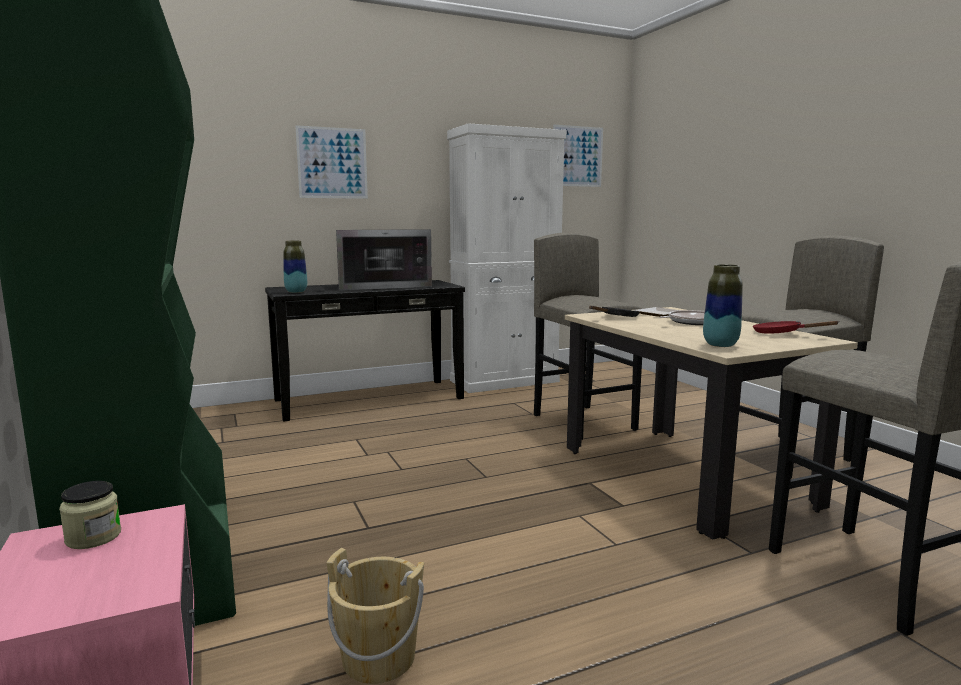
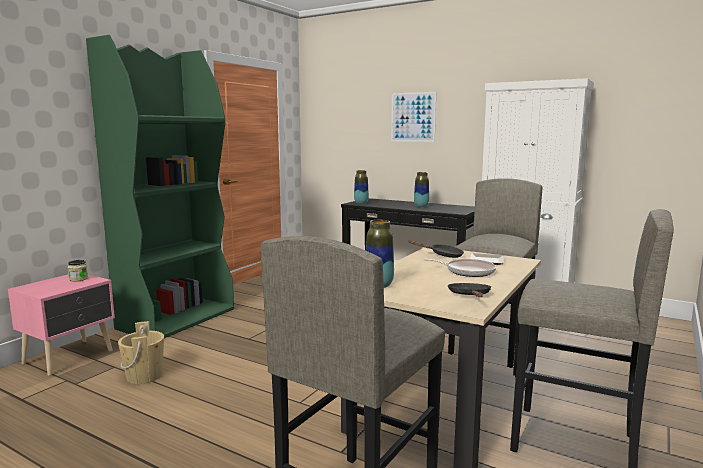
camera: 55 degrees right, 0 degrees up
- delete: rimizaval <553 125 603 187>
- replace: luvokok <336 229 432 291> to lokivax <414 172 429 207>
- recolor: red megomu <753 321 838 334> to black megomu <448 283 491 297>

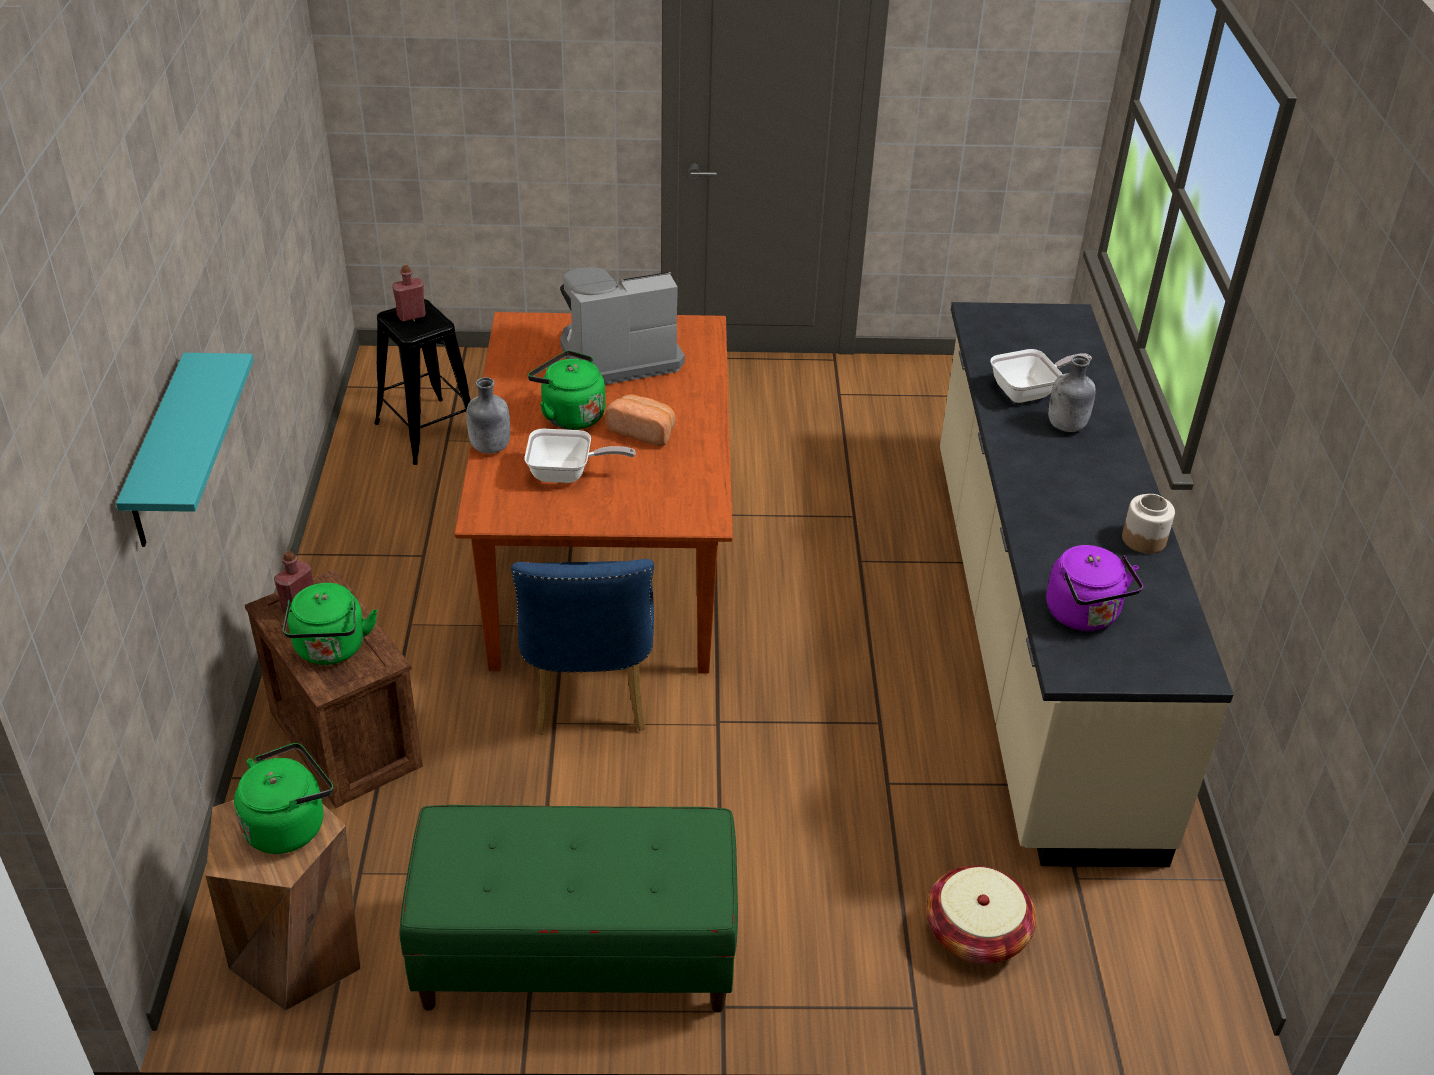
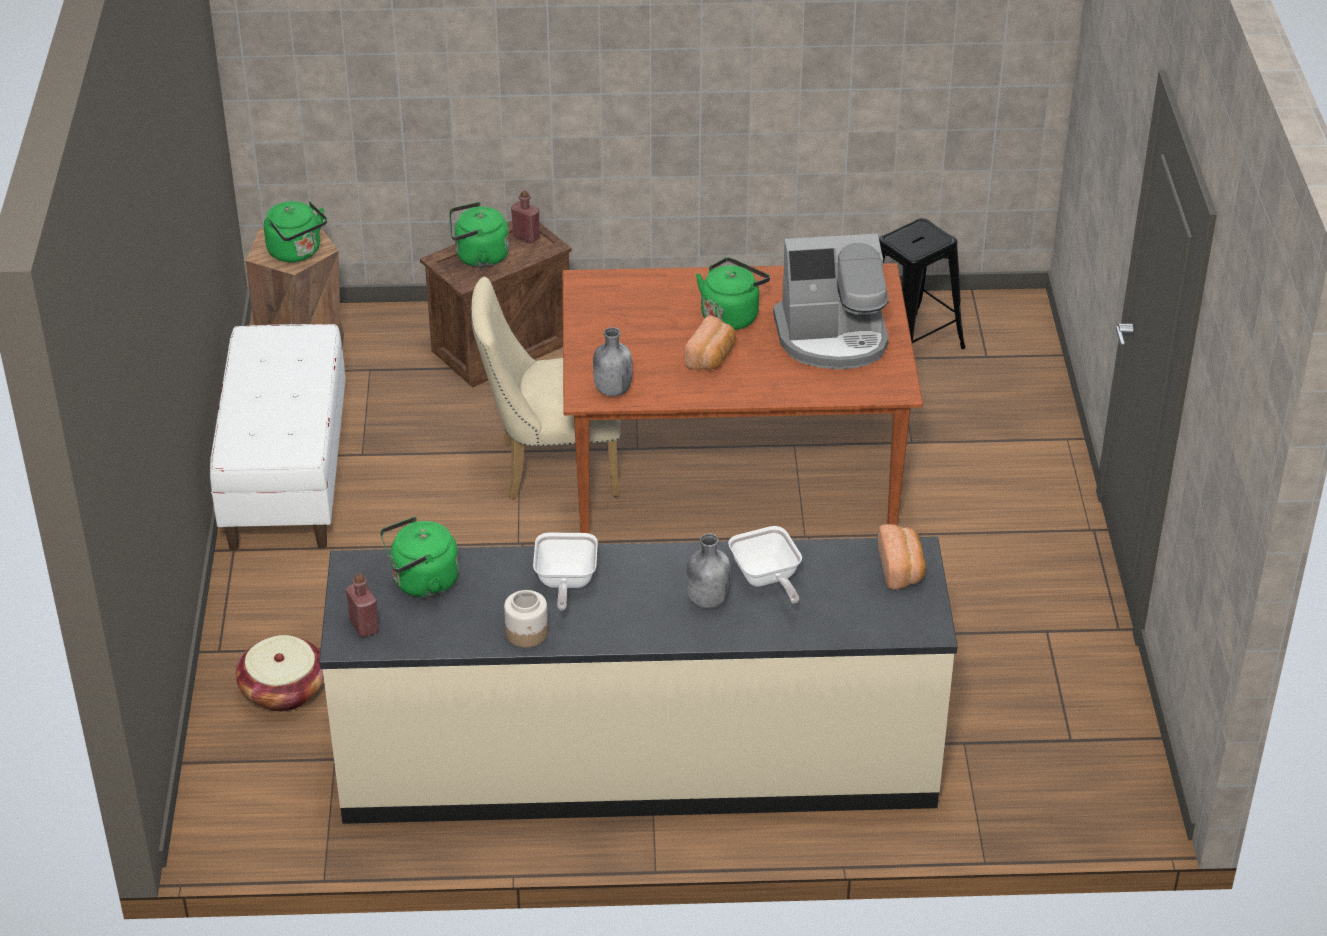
camera: 90 degrees right, 0 degrees up
- delete: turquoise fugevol <116 353 254 547>
- insert: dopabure <878 524 926 590>
- move: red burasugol <392 265 426 322> to <346 573 379 637>
- move: grey burasugol <466 377 510 454> to <593 327 632 396>
- move: megomu <524 429 636 483> to <533 532 598 611>
- recolor: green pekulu <399 805 738 1012> to white pekulu <210 324 346 551>
- recolor: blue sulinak <511 559 654 735> to beige sulinak <471 277 621 500>
- recolor: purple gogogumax <1046 545 1143 631> to green gogogumax <380 517 459 597>
- rotate: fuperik <560 267 685 385> = <773 234 889 369> 105 degrees clockwise

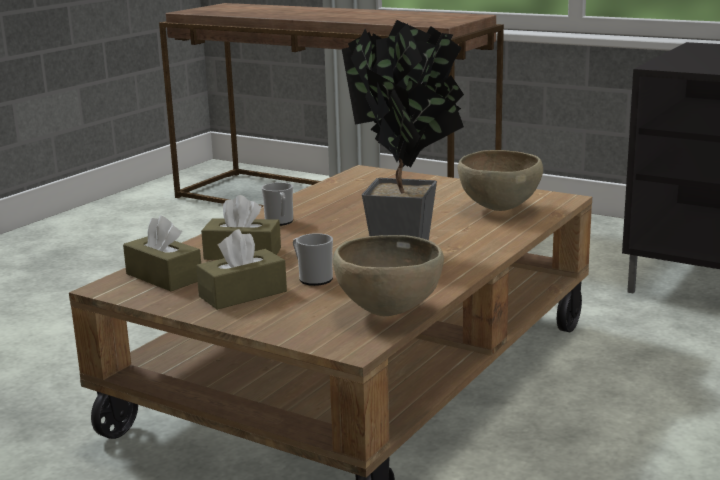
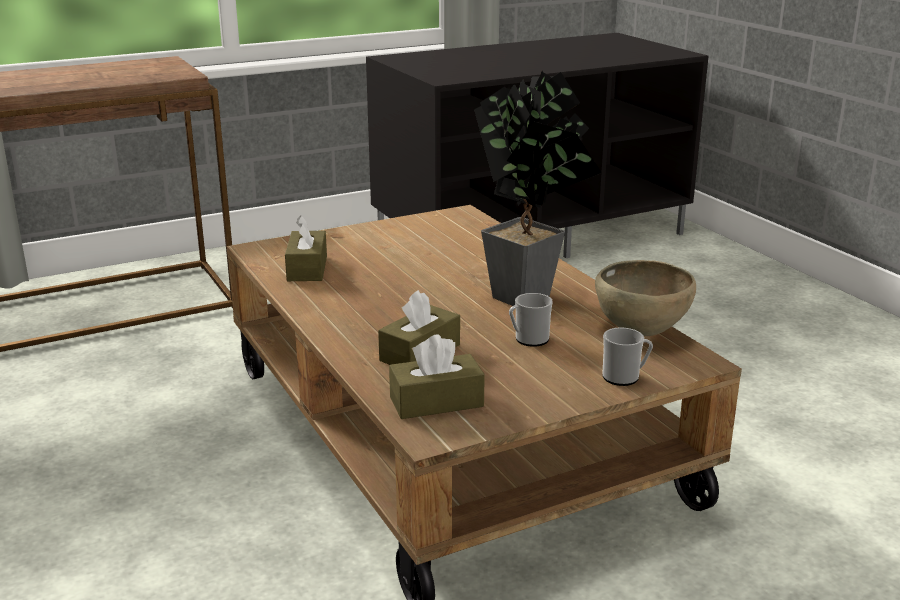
camera: 60 degrees left, 5 degrees up
- delete: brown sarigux <458 150 543 211>
- move: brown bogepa <196 229 287 310> to <285 216 327 281>
- move: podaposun <261 182 293 226> to <602 328 653 386>

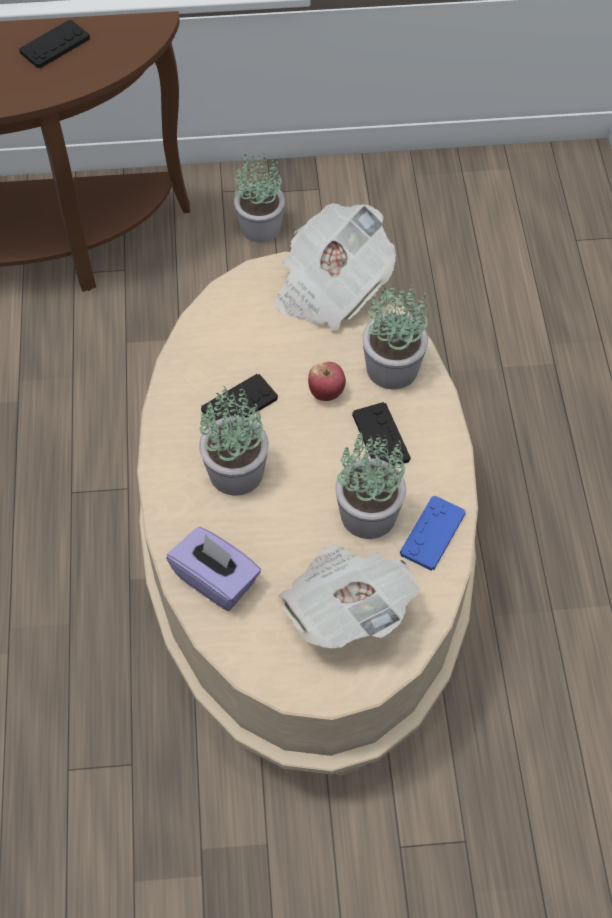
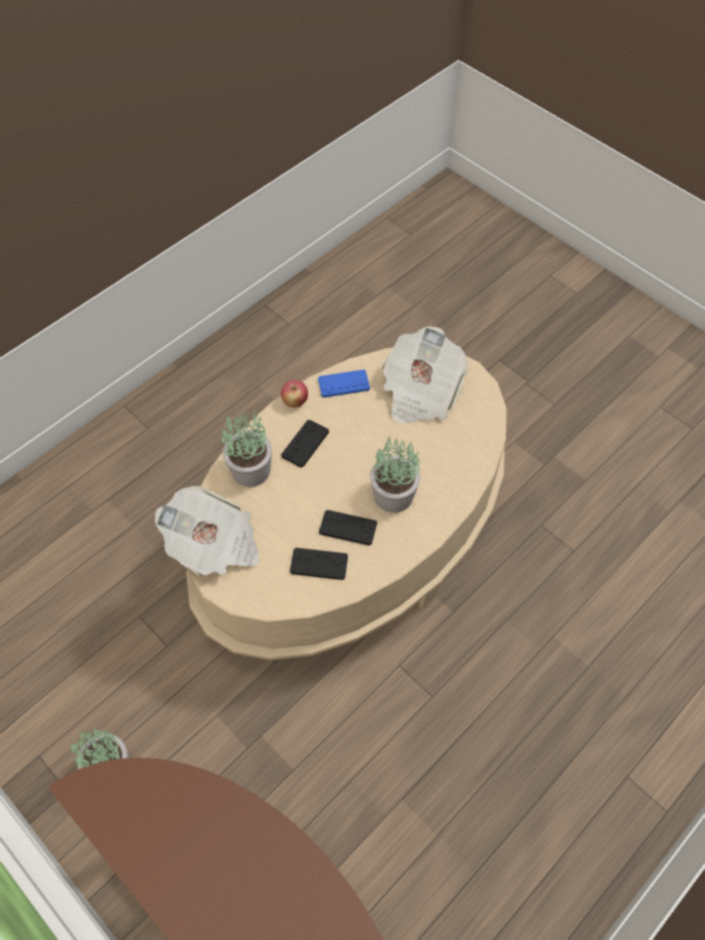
camera: 130 degrees left, 0 degrees up
- delete: purple bogepa <166 527 261 611>
- delete: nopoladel <335 431 406 539>
- move: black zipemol <19 20 90 68> to <290 548 348 580>
- move: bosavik <308 362 346 401> to <281 380 308 408>

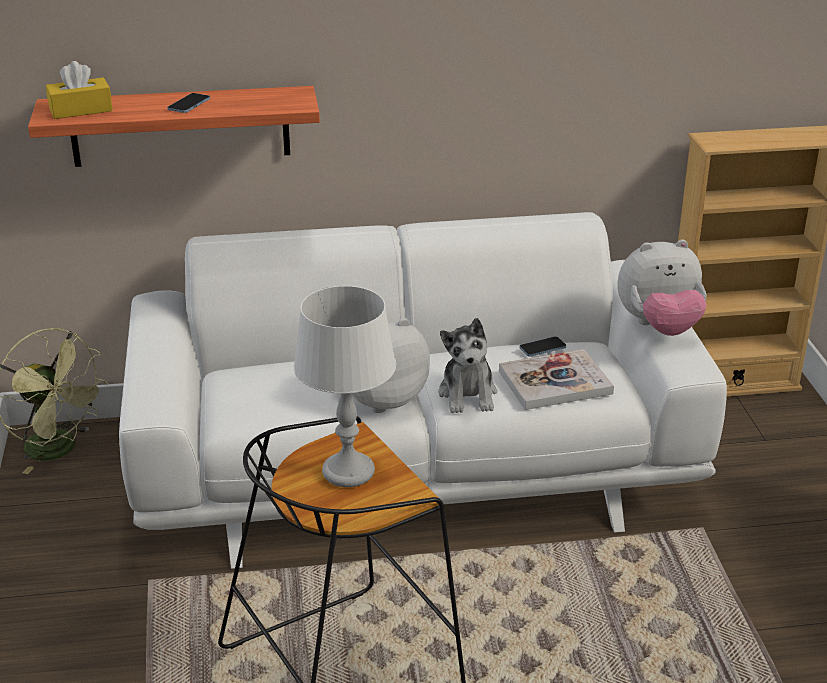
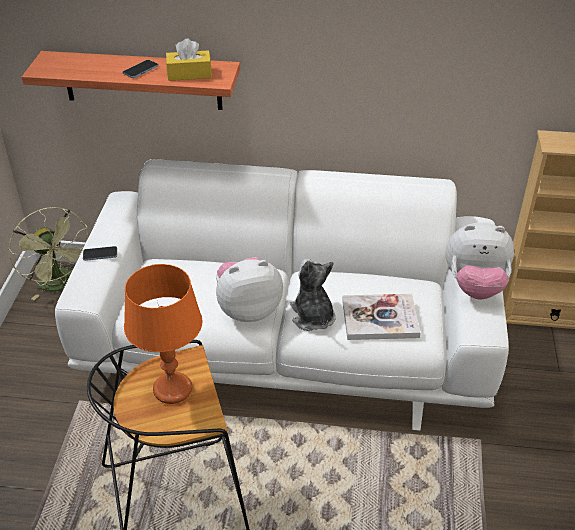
camera: 15 degrees right, 10 degrees up
- move: yellow bogepa <46 61 113 119> to <166 39 212 81>
- move: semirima <519 336 566 357> to <83 246 117 261>
- recolor: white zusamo <294 286 396 487> to orange zusamo <124 264 203 404>
- rotate: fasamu <439 318 497 413> = <290 259 336 331> 150 degrees clockwise

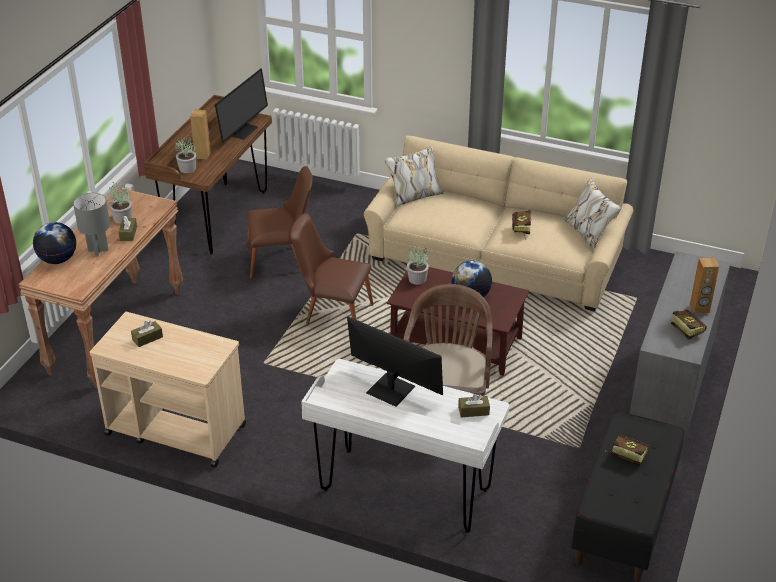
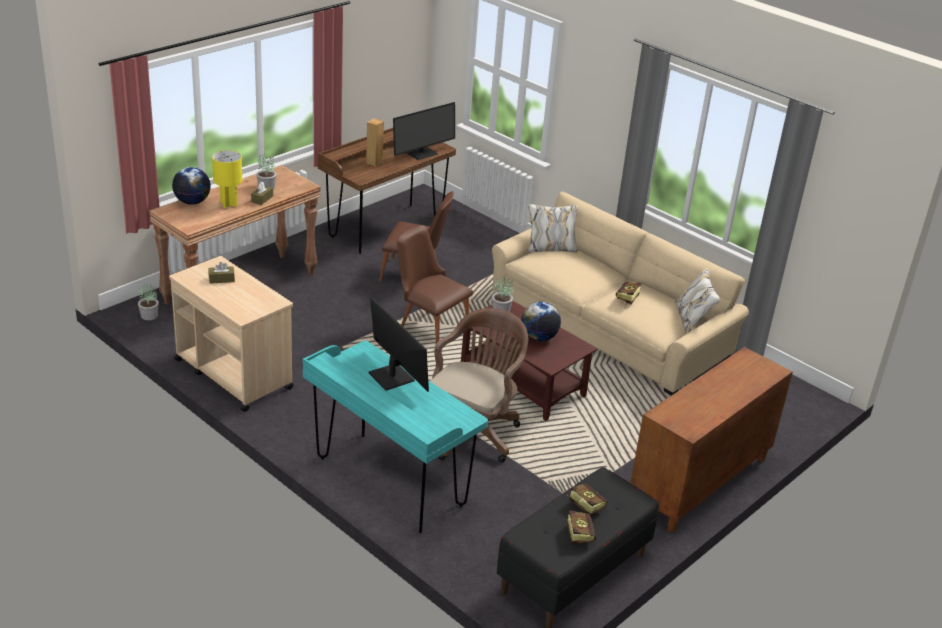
camera: 20 degrees right, 5 degrees down
- delete: brown bogepa <458 394 490 418>
- delete: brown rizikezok <690 257 719 314>
- move: nopoladel <175 135 196 173> to <138 282 159 320>
- move: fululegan <669 310 707 339> to <567 510 596 545>
- recolor: grey zusamo <73 193 110 256> to yellow zusamo <212 150 242 208>
- recolor: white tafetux <301 359 509 533> to turquoise tafetux <303 341 488 533>
- recolor: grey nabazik <630 251 731 438> to brown nabazik <630 347 793 533>

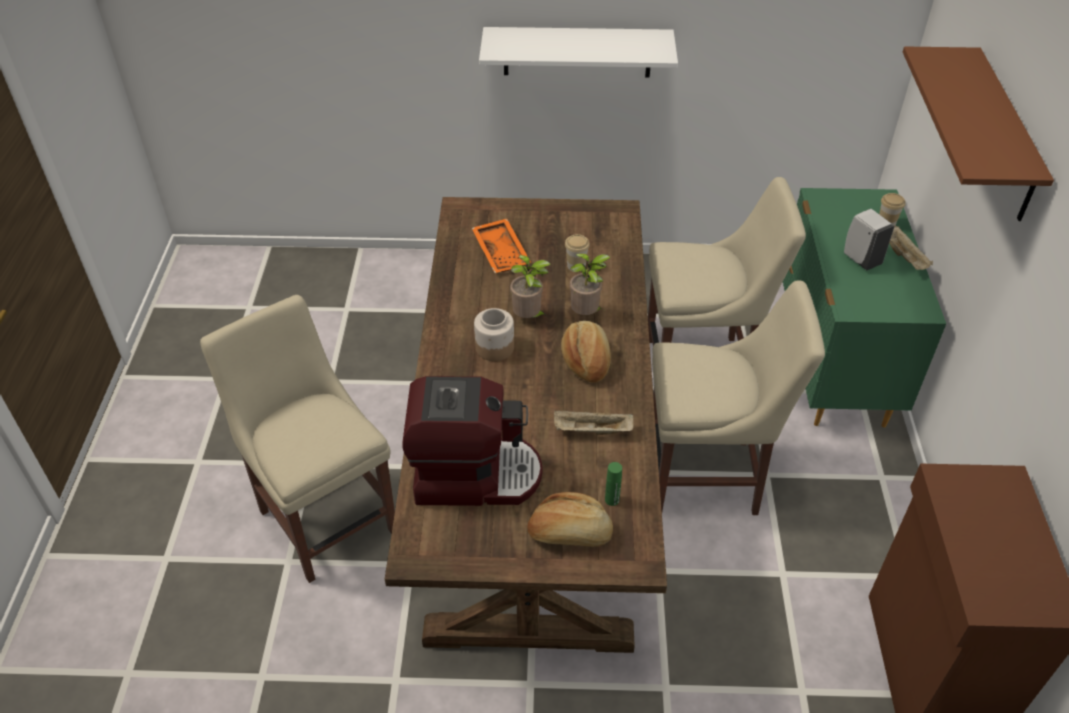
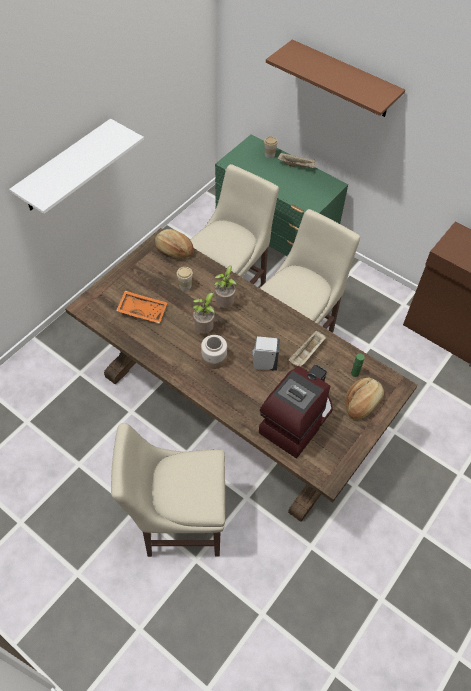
camera: 55 degrees left, 10 degrees up
- move: dopabure <561 321 611 383> to <155 229 194 258>
- move: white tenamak <844 209 894 270> to <252 336 280 371>

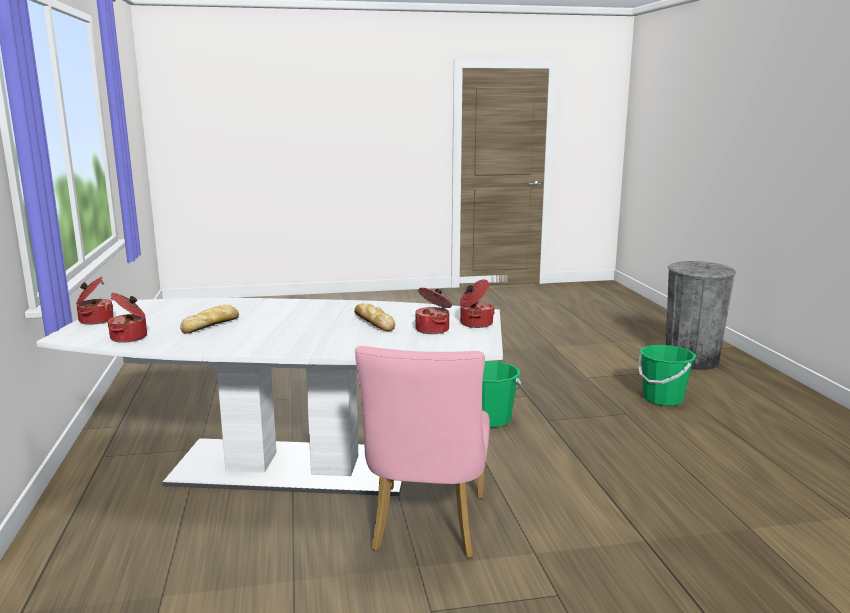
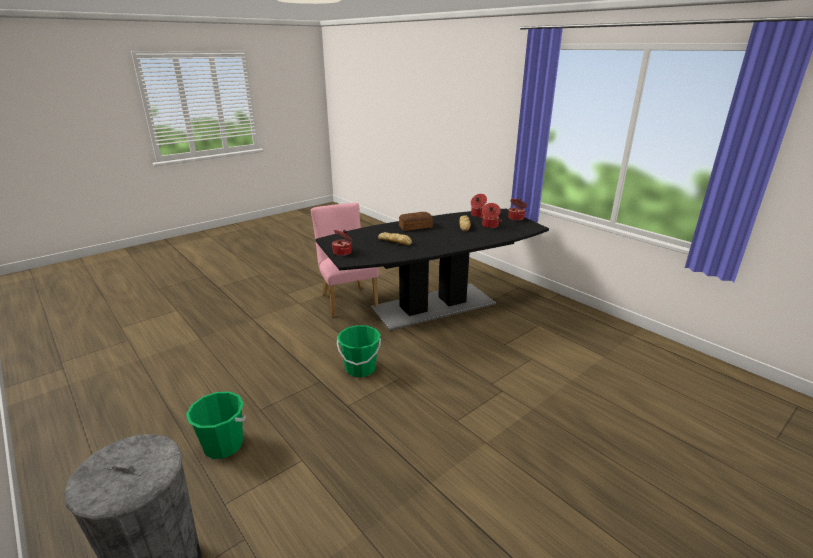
camera: 150 degrees right, 10 degrees up
- insert: dopabure <399 212 433 231>
- move: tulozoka <415 288 452 334> to <480 203 502 228>
- recolor: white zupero <36 298 503 496> to black zupero <315 209 549 331>

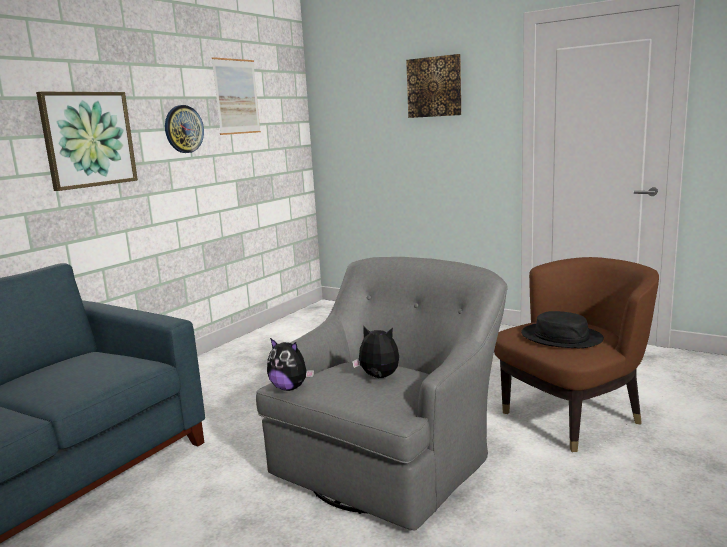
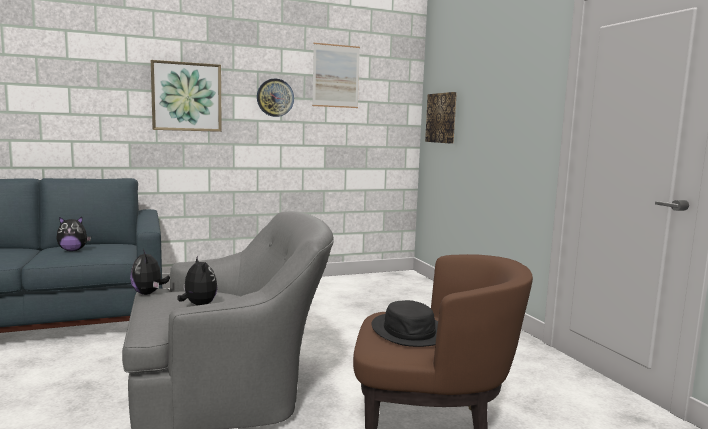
camera: 35 degrees right, 5 degrees down
- insert: fasamu <56 217 91 251>
- move: rimizaval <406 54 461 118> to <425 92 457 144>

